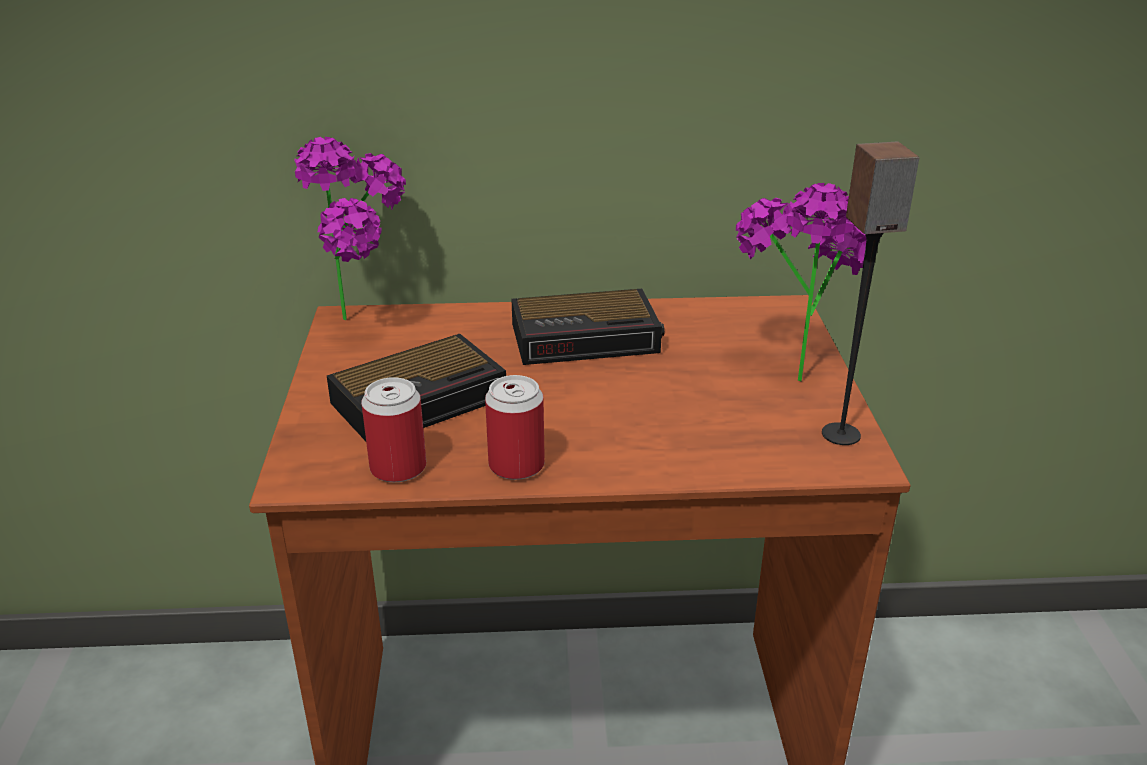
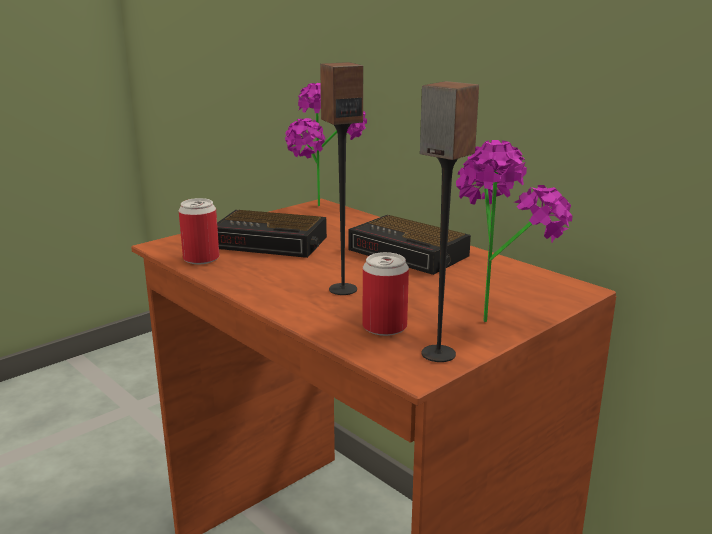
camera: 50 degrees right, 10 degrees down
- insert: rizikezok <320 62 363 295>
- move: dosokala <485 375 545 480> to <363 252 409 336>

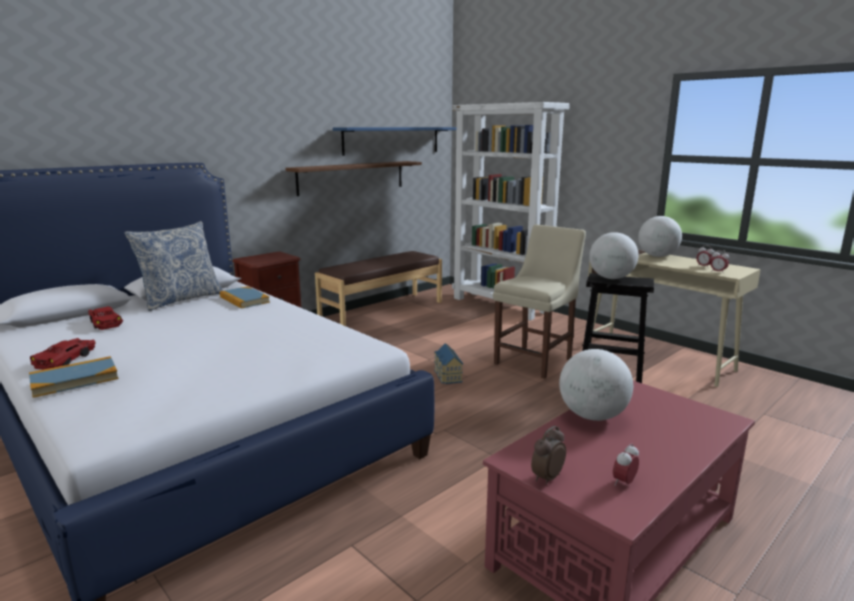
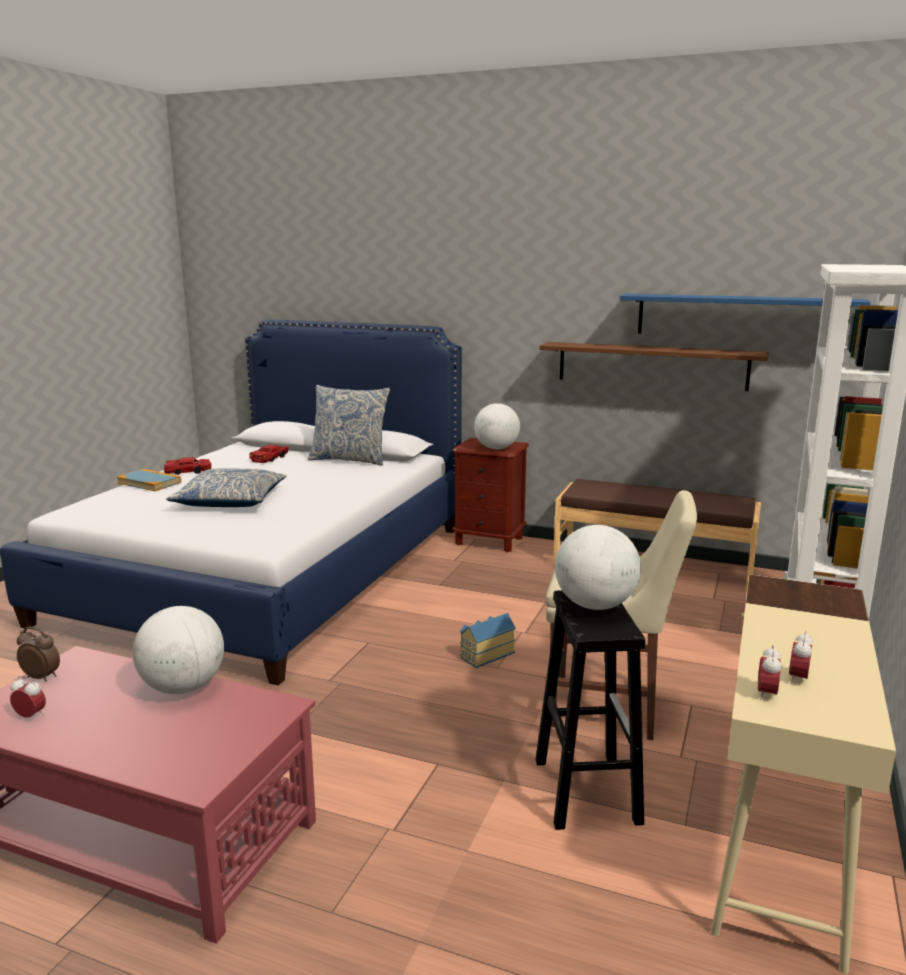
camera: 65 degrees right, 0 degrees up
- delete: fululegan <220 286 270 309>
- insert: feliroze <166 469 286 507>
- move: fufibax <638 216 682 257> to <474 403 520 449>

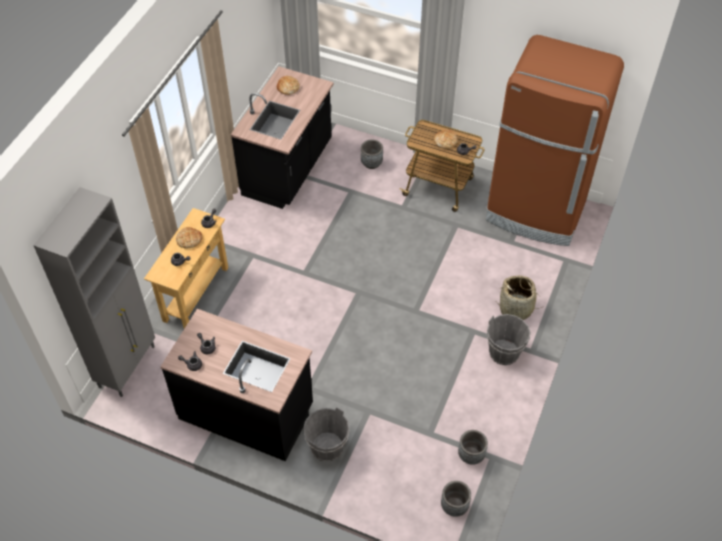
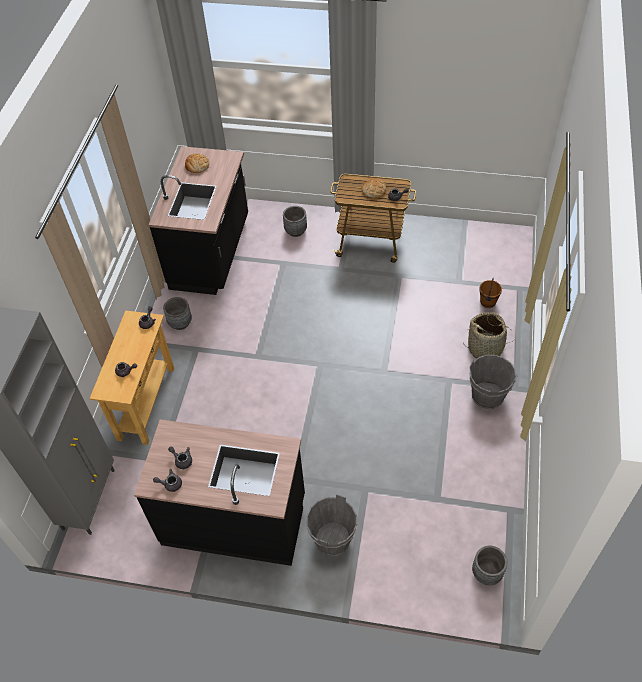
camera: 10 degrees left, 0 degrees up
- delete: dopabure <176 227 203 249>
- delete: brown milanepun <486 35 624 246>
- insert: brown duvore <479 278 502 308>
- move: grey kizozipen <458 430 488 465> to <163 297 192 330>

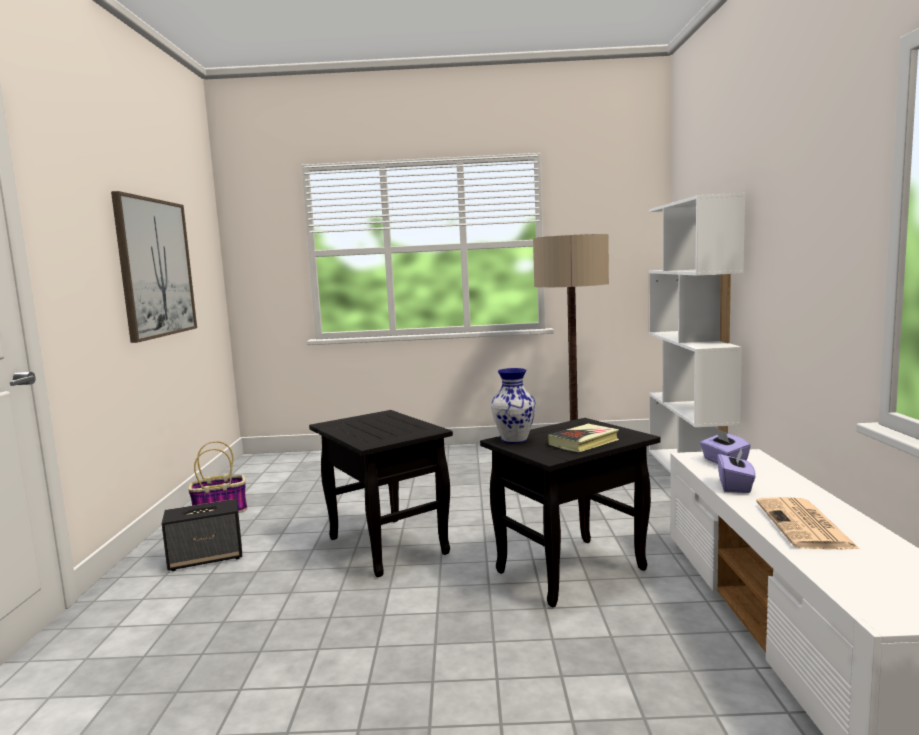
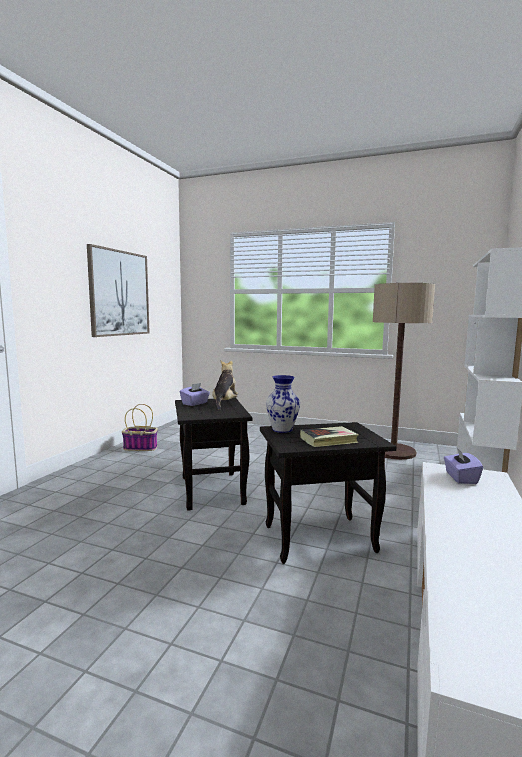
camera: 20 degrees right, 0 degrees up
- delete: rizikezok <162 499 242 571>
- delete: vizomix <756 497 861 550>
- insert: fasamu <212 361 238 410>
- move: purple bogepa <717 449 756 493> to <180 383 210 406>

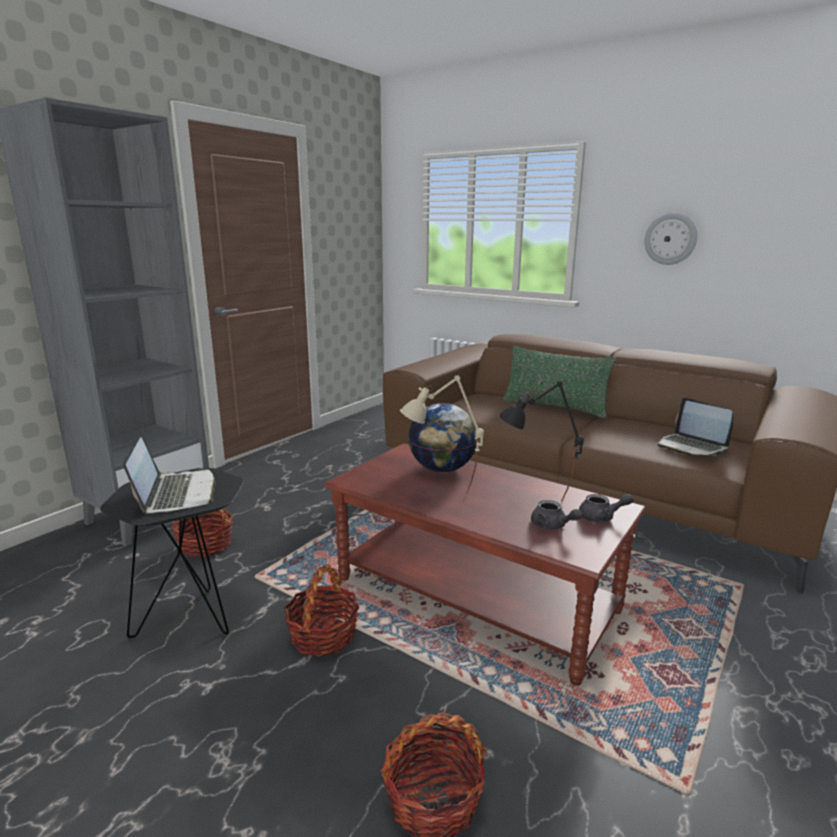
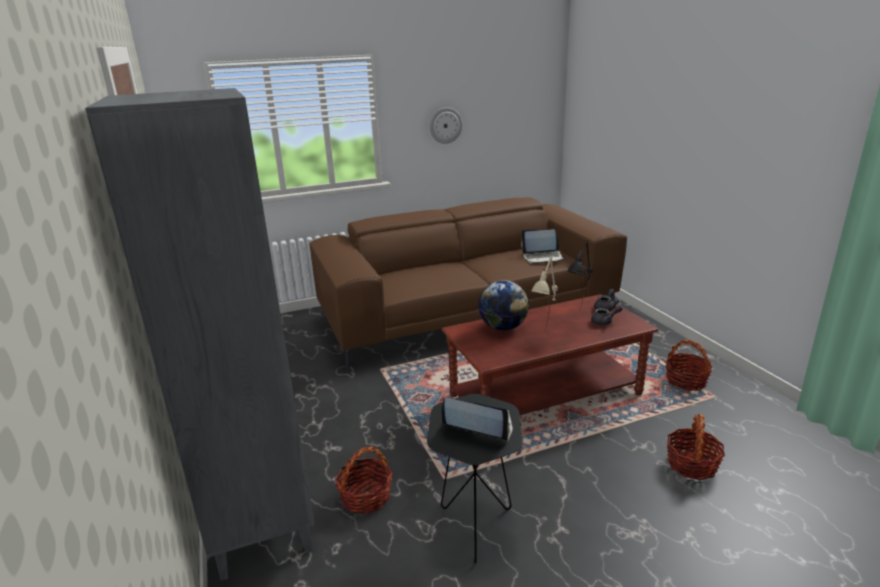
camera: 55 degrees left, 5 degrees up
- delete: green feliroze <503 346 616 418>
- move: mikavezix <284 564 360 657> to <665 340 713 391>

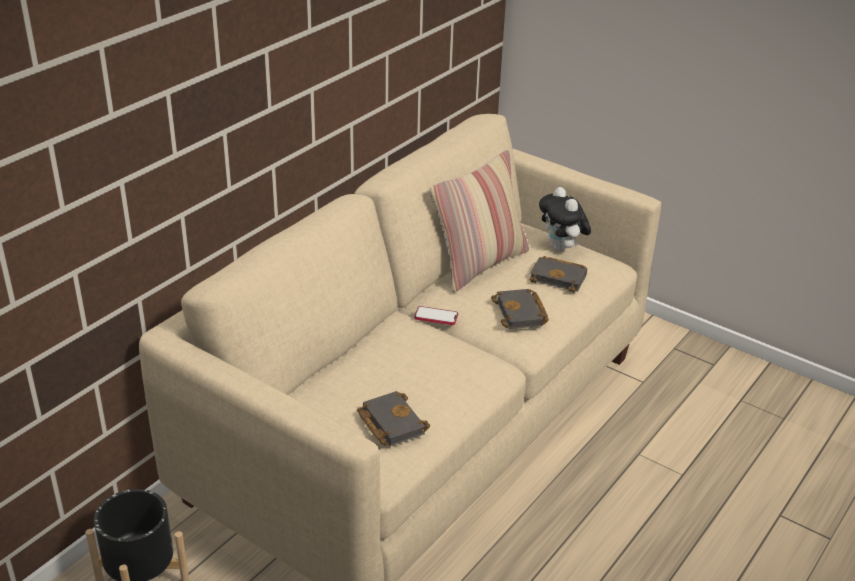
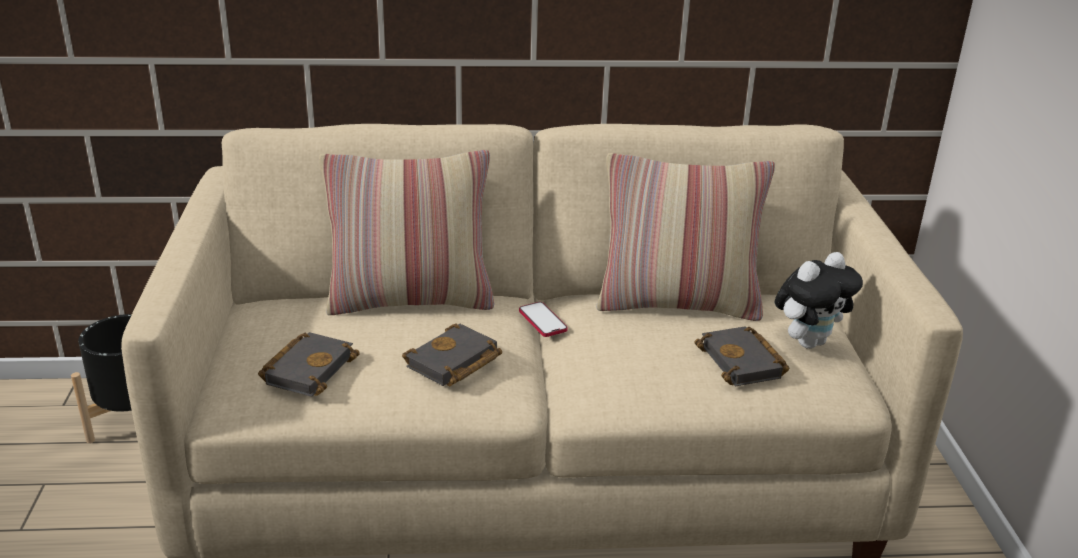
camera: 50 degrees right, 5 degrees down
- insert: feliroze <319 150 494 315>
- move: black fululegan <491 289 549 329> to <402 323 502 386>
- rotate: fasamu <539 187 591 252> = <775 252 863 349> 150 degrees counterclockwise

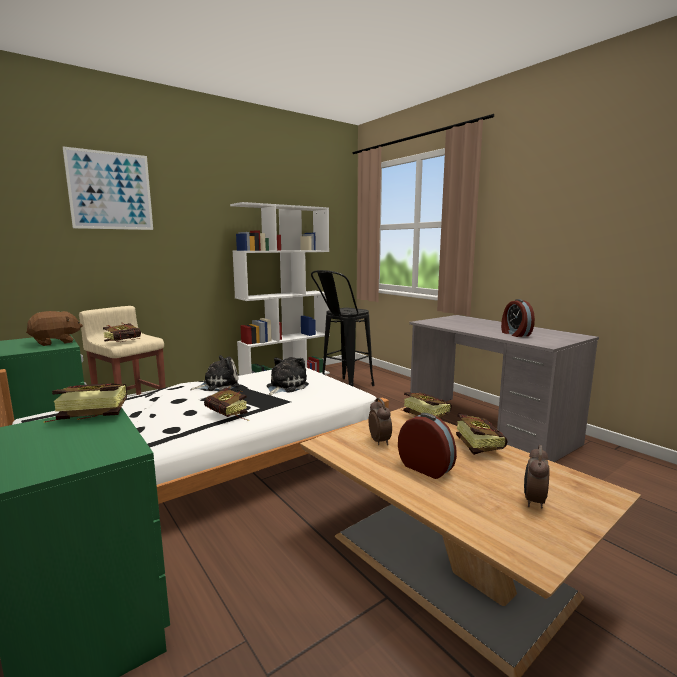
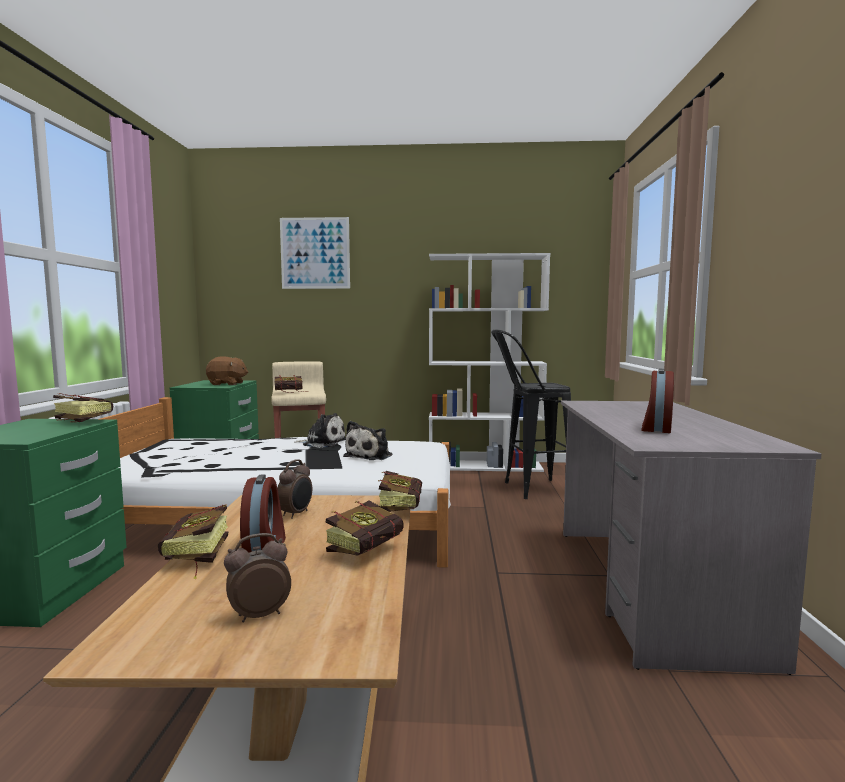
camera: 40 degrees right, 5 degrees down
- move: fululegan <204 387 249 421> to <158 504 228 579>
- rotate: fasamu <267 357 309 396> = <343 421 392 460> 135 degrees clockwise

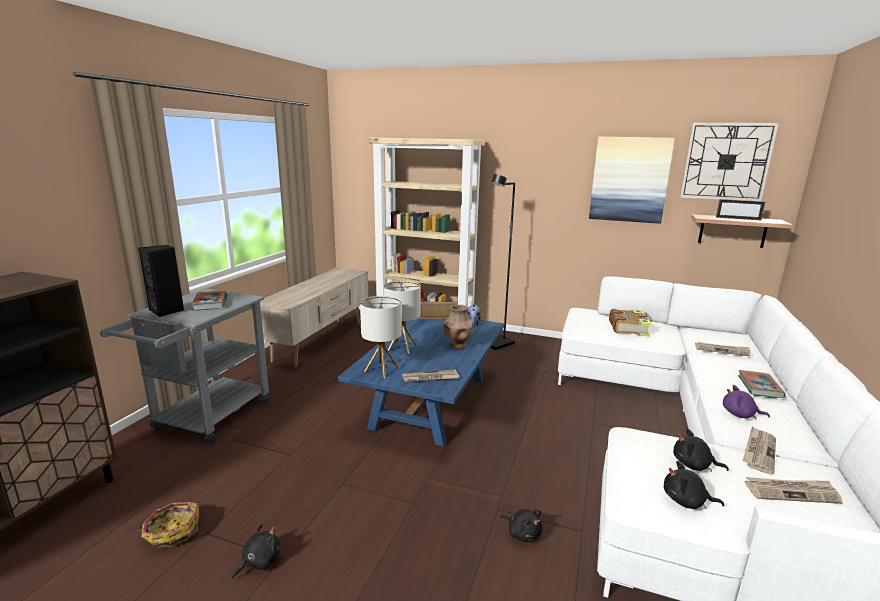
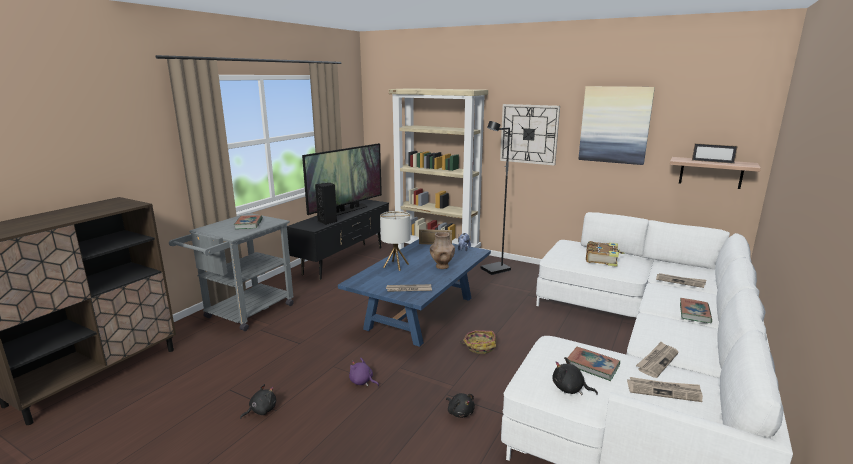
camera: 10 degrees right, 0 degrees up
- delete: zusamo <360 296 402 378>
- insert: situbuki <302 143 382 215>
- move: mikavezix <137 502 199 548> to <459 330 496 354>
- move: black rizikezok <138 245 184 317> to <315 183 337 225>
- move: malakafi <680 123 779 201> to <500 104 560 166>
- move: purple fasamu <723 385 770 419> to <349 357 379 386>
- replace: black fasamu <673 429 729 472> to fululegan <567 347 620 381>
- recolor: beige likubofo <260 268 368 367> to black likubofo <287 199 389 280>

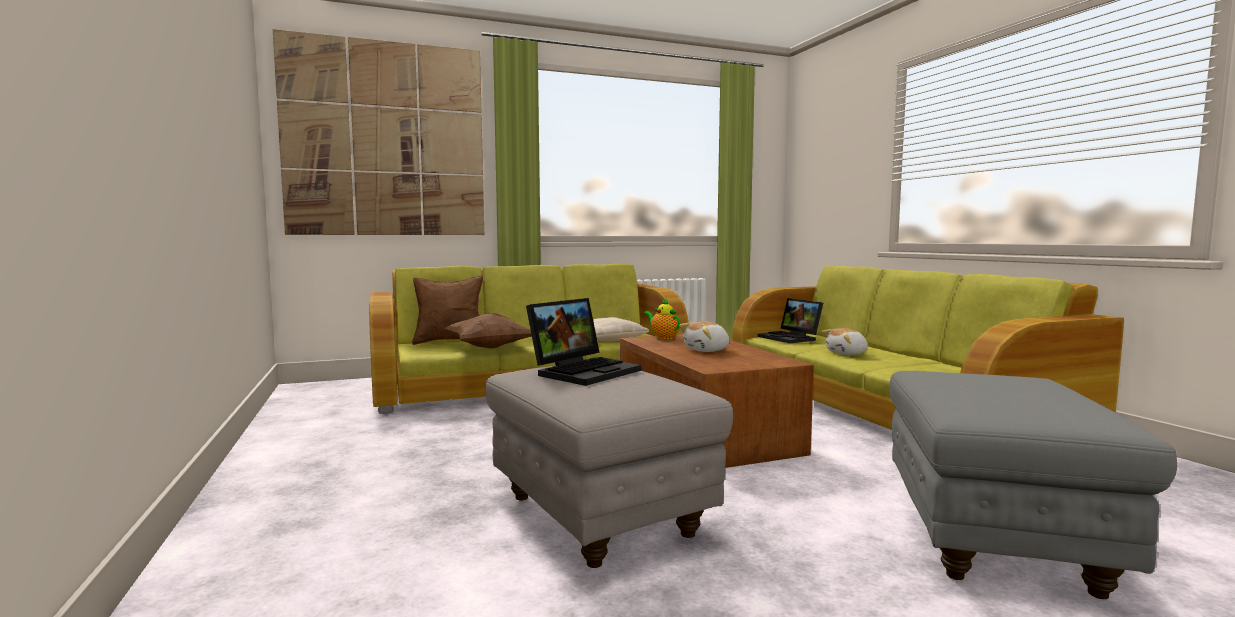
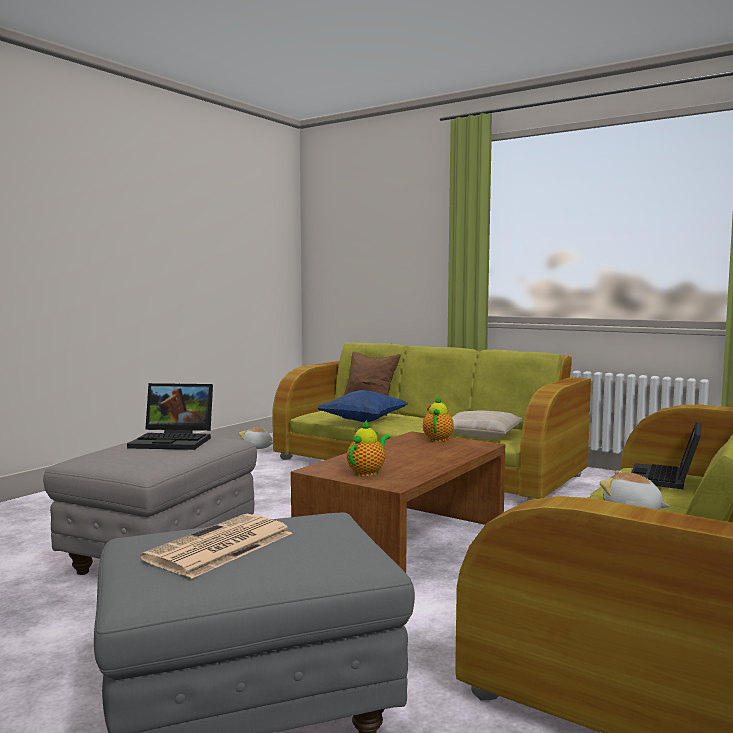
camera: 55 degrees right, 0 degrees up
- delete: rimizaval <273 29 484 235>
- insert: vizomix <140 514 293 579>
- insert: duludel <347 420 390 477>
- move: fasamu <679 321 729 352> to <239 427 273 449>
- recolor: brown feliroze <444 313 532 349> to blue feliroze <317 390 408 422>

